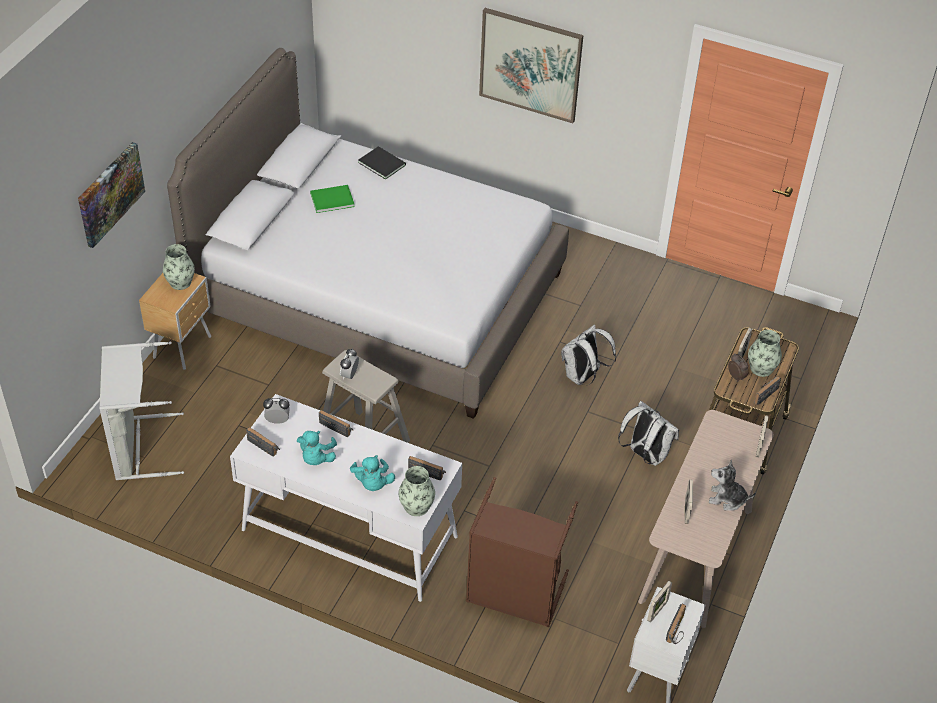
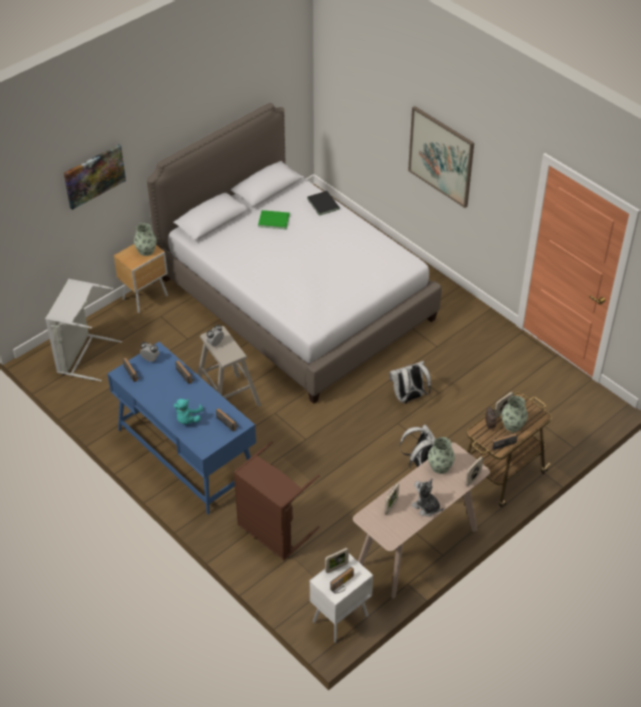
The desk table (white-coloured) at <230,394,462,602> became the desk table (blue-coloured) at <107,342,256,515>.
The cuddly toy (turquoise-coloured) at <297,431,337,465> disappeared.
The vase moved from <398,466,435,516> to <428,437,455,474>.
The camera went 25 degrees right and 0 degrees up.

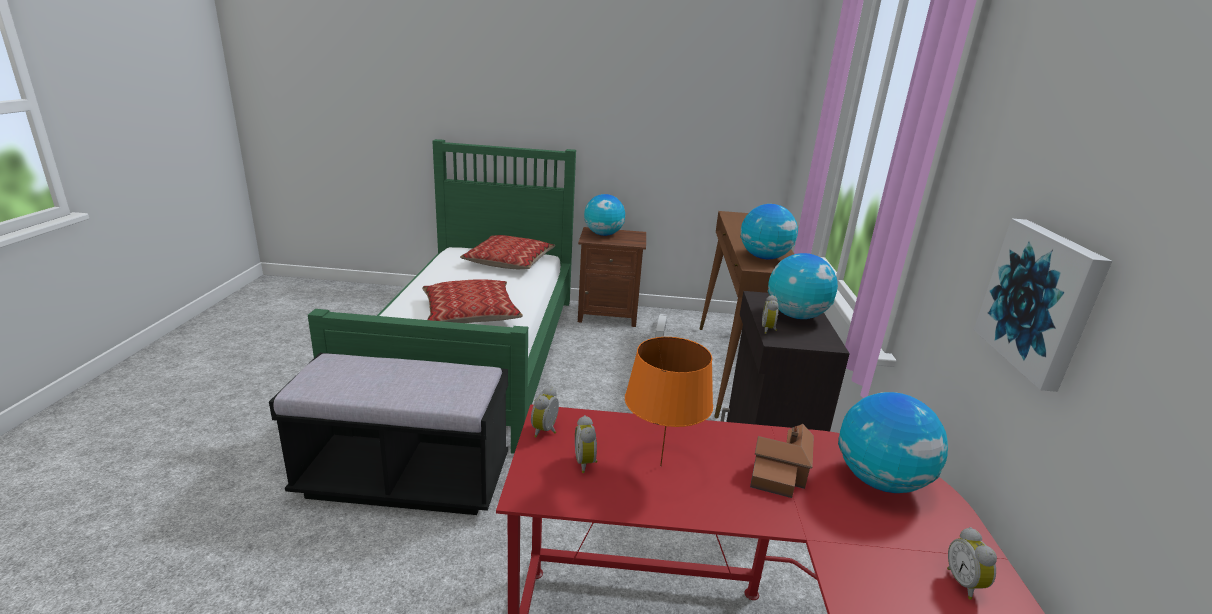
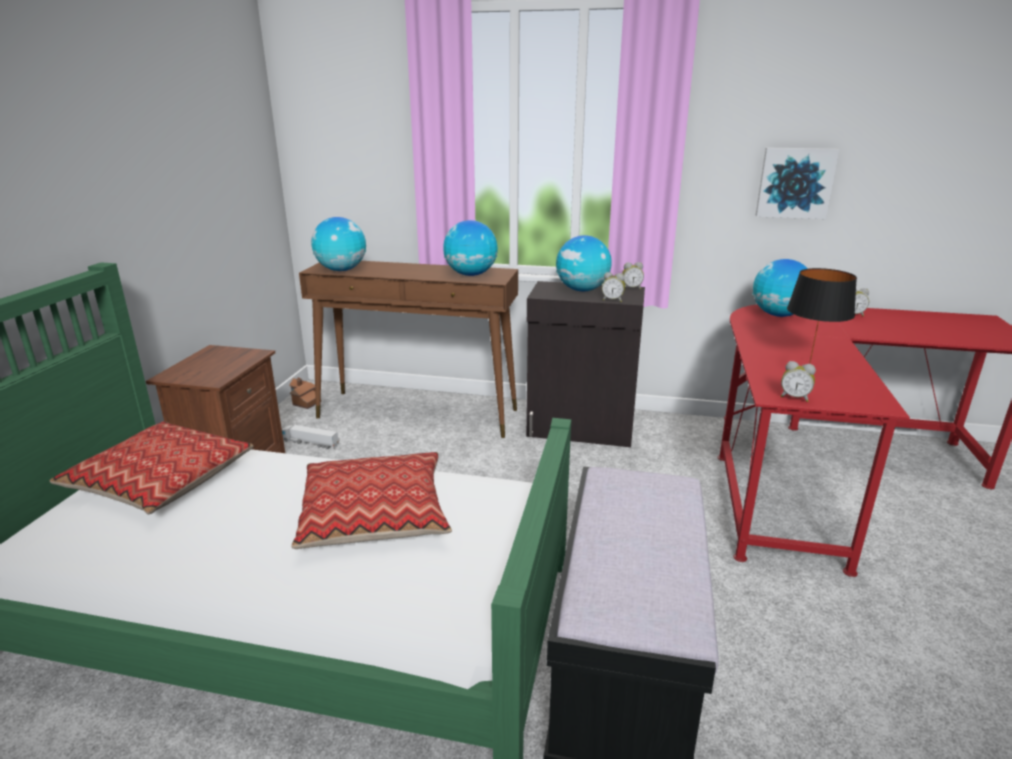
The bedside clock moved from <575,415,598,473> to <622,262,644,289>.
The globe moved from <584,194,625,236> to <311,217,366,271>.
The lamp for a table (orange-coloured) at <625,337,713,466> became the lamp for a table (black) at <787,268,857,364>.
The model house moved from <750,424,814,498> to <289,377,316,409>.
The camera went 80 degrees left and 0 degrees up.

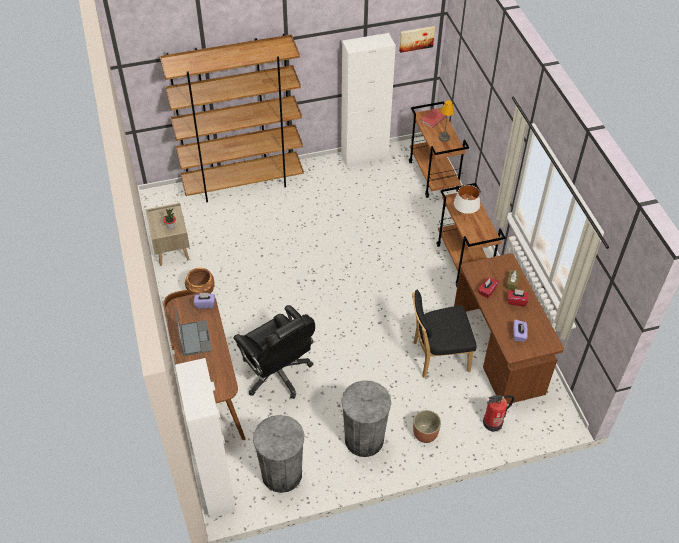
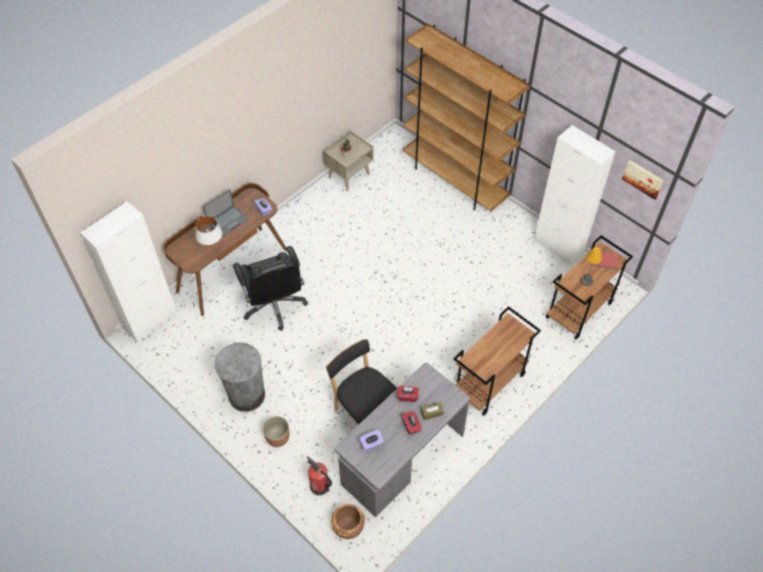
The flower pot (brown) moved from <185,268,215,295> to <331,504,365,539>.
The office chair (black) at <233,305,315,399> turned 45 degrees counterclockwise.
The waste bin (greyish) at <253,415,304,493> disappeared.
The lamp for a table (white-coloured) moved from <454,185,480,220> to <195,216,222,249>.
The desk table (brown) at <454,253,564,404> became the desk table (greyish) at <335,363,470,517>.
The camera went 60 degrees right and 5 degrees up.

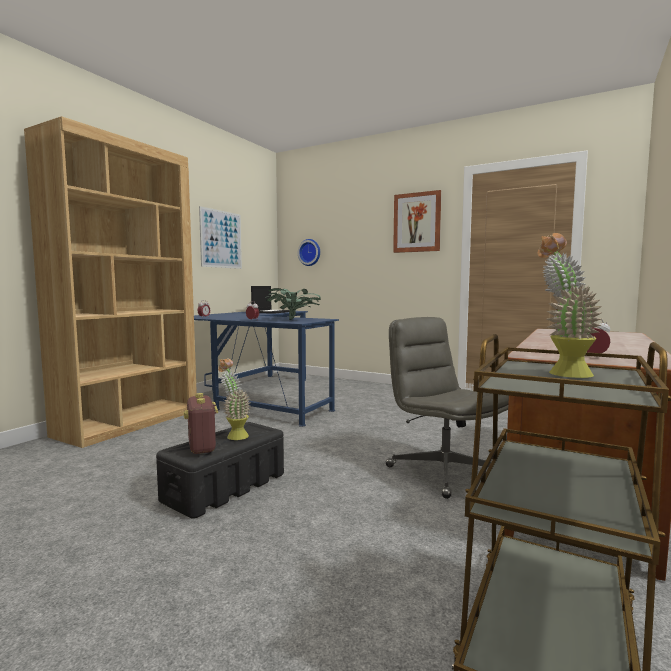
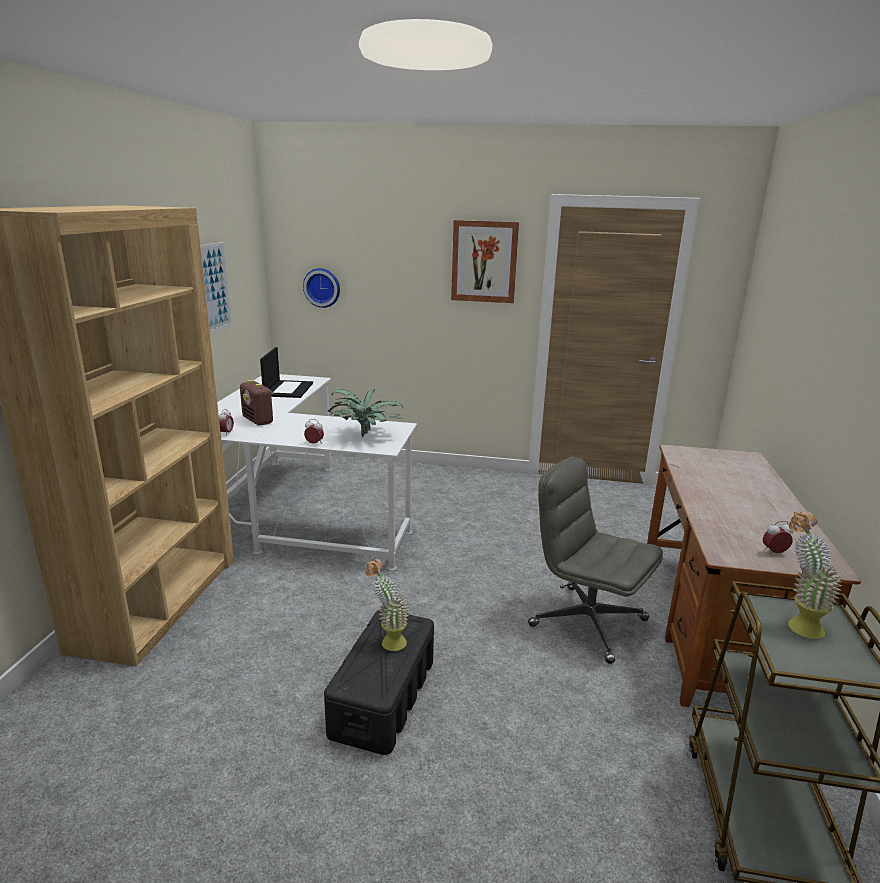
The radio moved from <184,393,218,454> to <240,380,273,426>.
The desk table (blue-coloured) at <194,311,339,427> became the desk table (white-coloured) at <217,374,417,571>.
The camera went 20 degrees left and 15 degrees up.

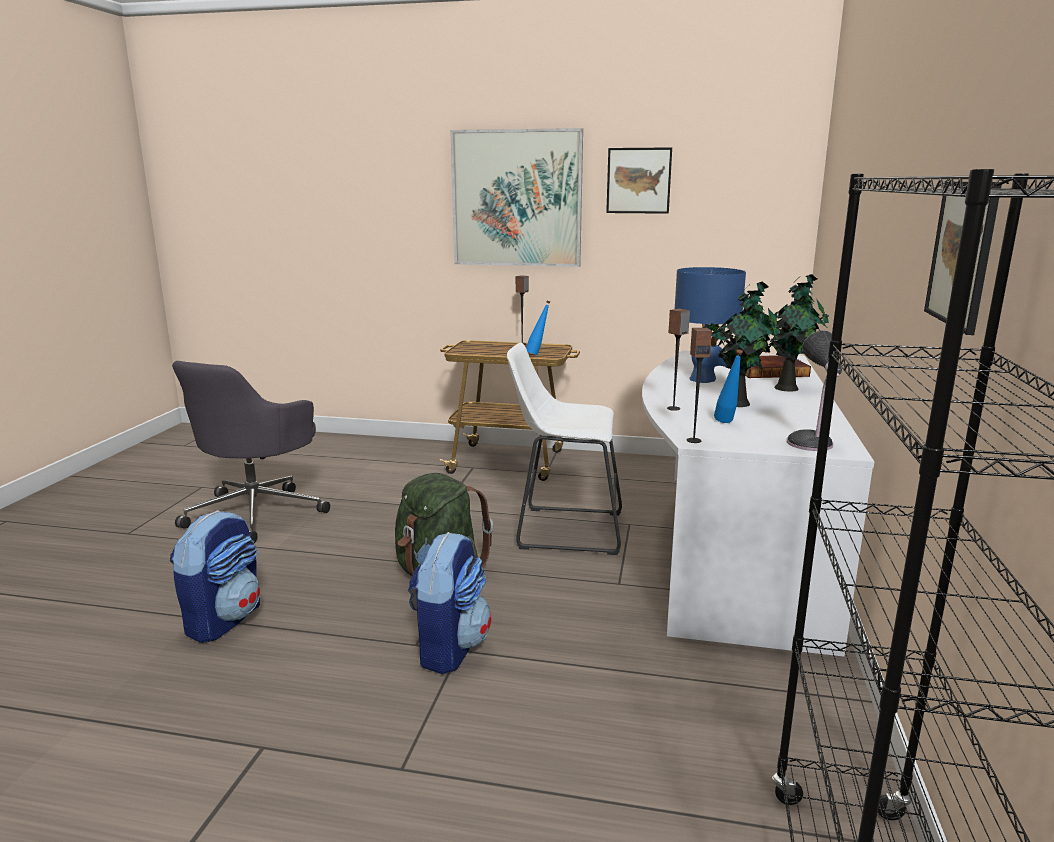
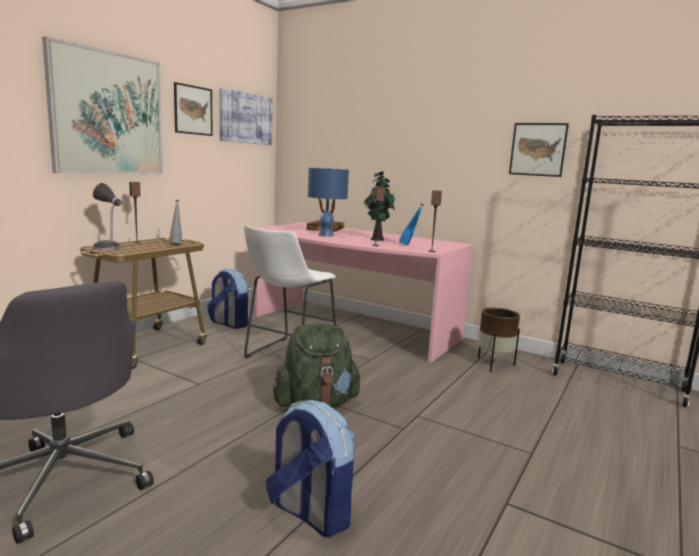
The knapsack moved from <407,532,491,674> to <207,269,249,329>.
The drink bottle (blue-coloured) at <526,301,550,355> became the drink bottle (greyish) at <170,200,182,245>.
The desk table (white-coloured) at <642,351,874,657> became the desk table (pinkish) at <255,222,473,363>.
The houseplant at <765,274,829,392> disappeared.
The lamp for a table moved from <787,330,842,451> to <93,183,122,249>.
The picture at <220,88,272,145> appeared.
The flower pot (brown) at <478,308,520,372> appeared.
The camera went 70 degrees left and 5 degrees down.

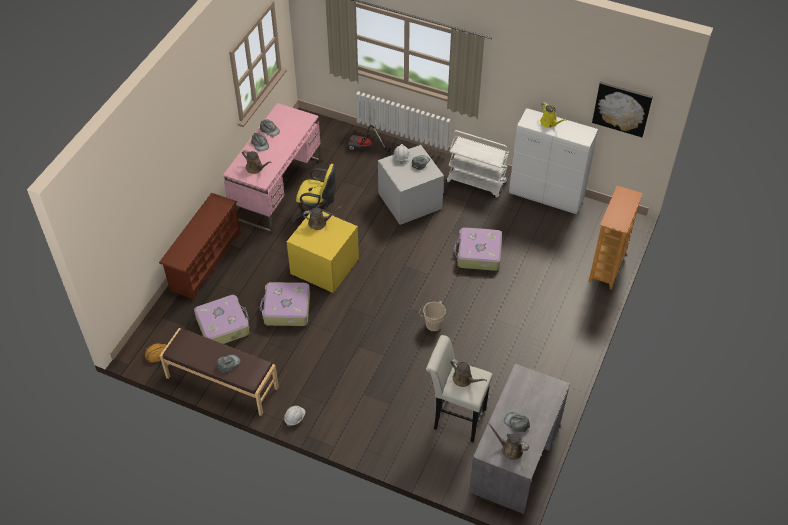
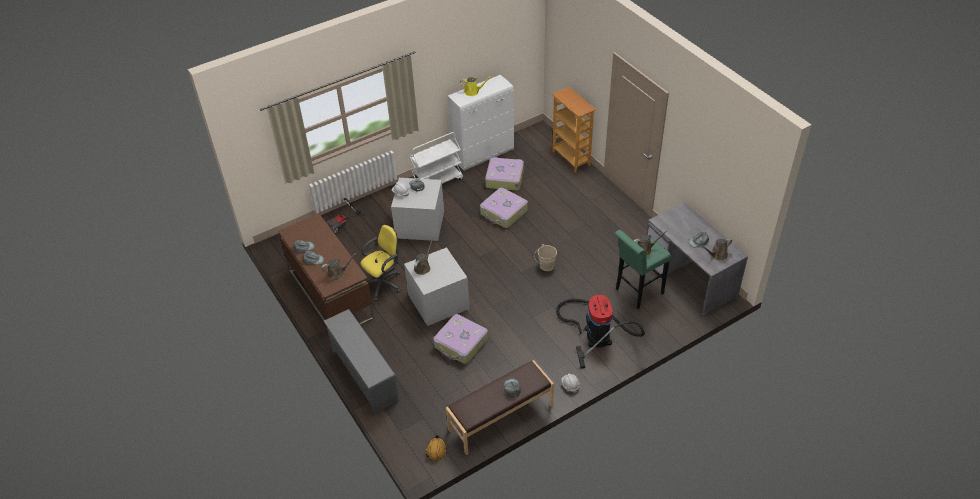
The shoe stand (brown) at <159,193,241,301> became the shoe stand (greyish) at <323,309,399,414>.
The travel case moved from <194,295,250,344> to <485,157,524,191>.
The desk table (pinkish) at <223,103,321,233> became the desk table (brown) at <278,214,375,327>.
The storage bin (yellow-coloured) at <287,211,359,293> became the storage bin (greyish) at <404,247,470,326>.
The stool seat (white-coloured) at <426,335,493,442> became the stool seat (greenish) at <615,230,672,309>.
The picture at <592,82,653,137> disappeared.
The vacuum at <556,295,645,368> appeared.
The camera went 55 degrees left and 5 degrees down.

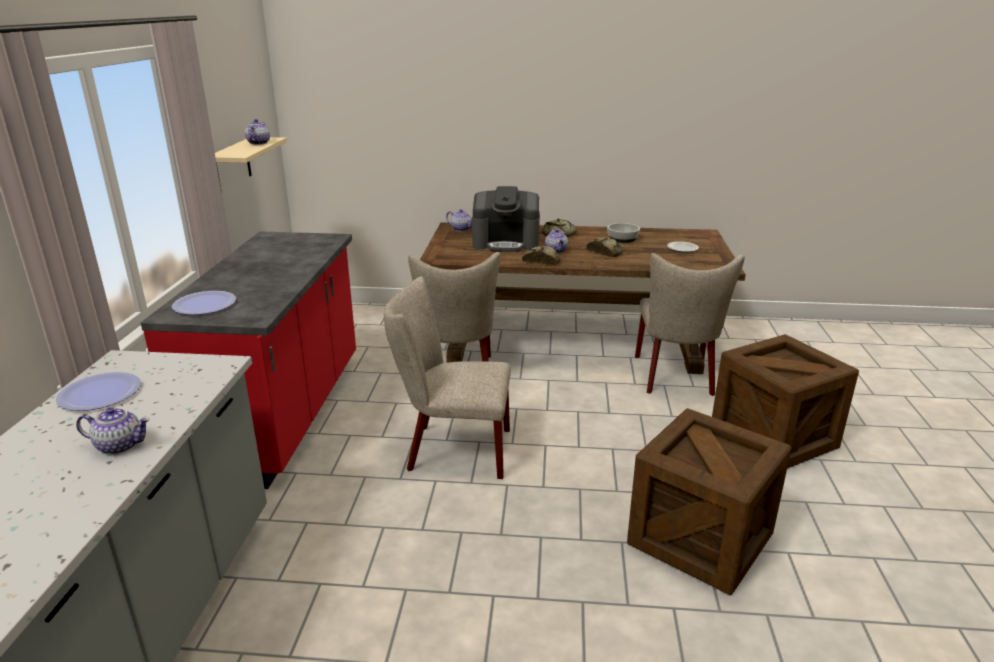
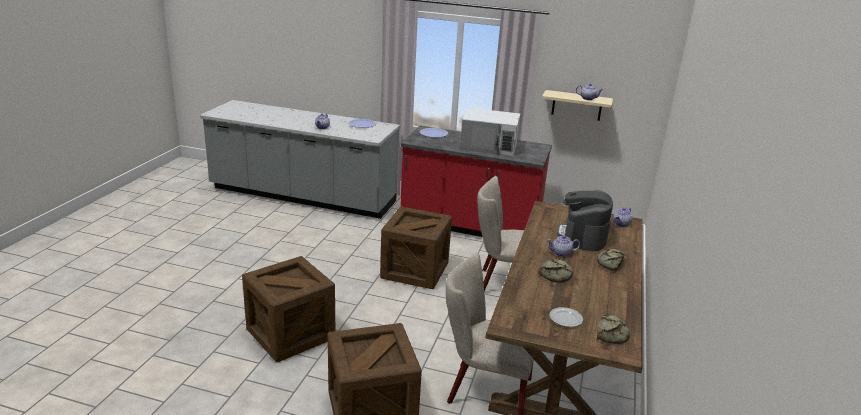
The plain chair (beige-coloured) at <384,276,511,479> was replaced by the crate at <380,207,452,289>.
The bread moved from <522,246,560,265> to <597,314,630,344>.
The bowl at <607,223,640,243> disappeared.
The kitchen microwave (white-coloured) at <460,108,520,156> appeared.
The camera went 100 degrees right and 0 degrees up.

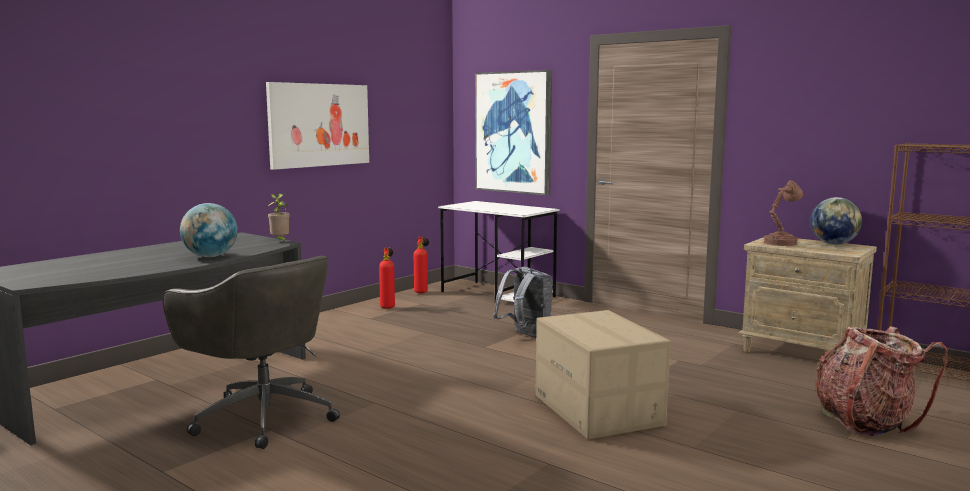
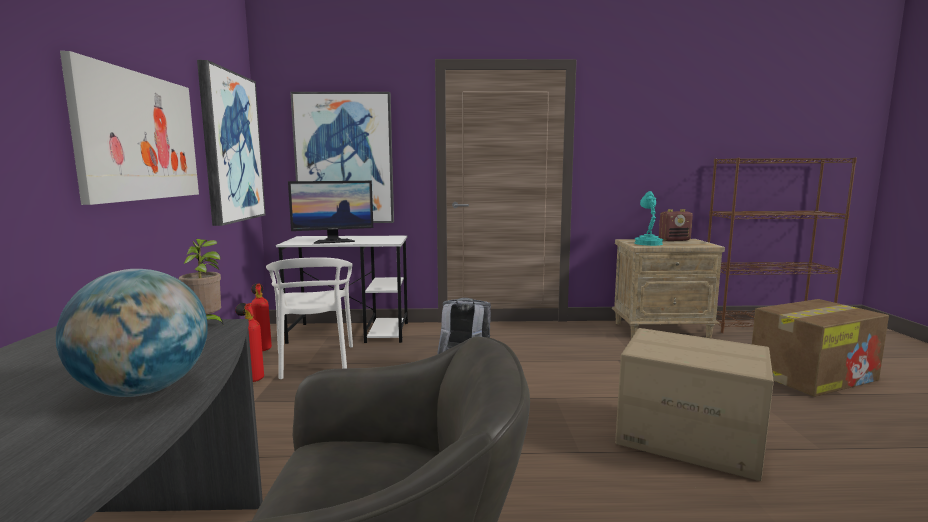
The lamp for a table (brown) at <763,180,803,246> became the lamp for a table (turquoise-coloured) at <635,191,663,246>.
The globe at <810,197,862,245> was replaced by the radio at <659,209,693,241>.
The knapsack at <816,326,948,436> was replaced by the cardboard box at <752,299,889,397>.
The picture at <197,60,265,226> appeared.
The plain chair (white-coloured) at <266,257,353,380> appeared.
The computer screen at <288,181,373,244> appeared.
The camera went 40 degrees left and 0 degrees up.

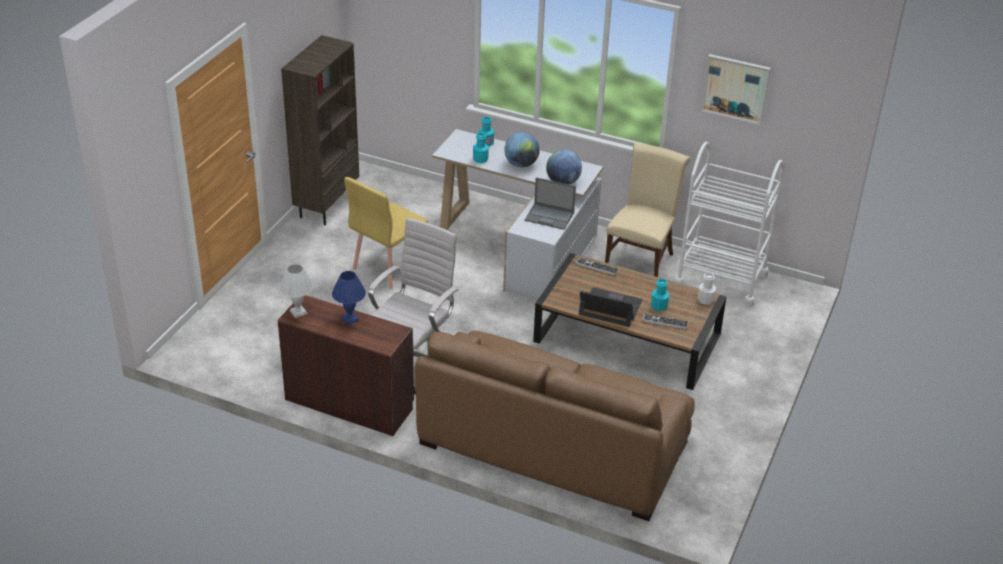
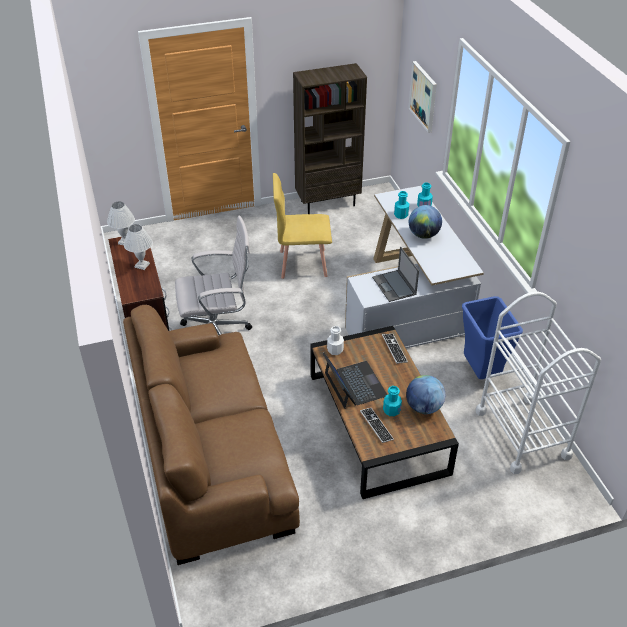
The lamp for a table (blue-coloured) at <332,271,366,325> became the lamp for a table (white-coloured) at <124,224,153,270>.
The globe moved from <546,150,582,185> to <406,375,445,414>.
The plain chair (beige-coloured) at <605,143,691,277> was replaced by the waste bin (blue-coloured) at <462,296,523,379>.
The drink bottle (white-coloured) moved from <698,273,716,305> to <327,326,344,355>.
The picture moved from <701,54,771,125> to <408,61,437,133>.
The camera went 50 degrees right and 5 degrees up.

